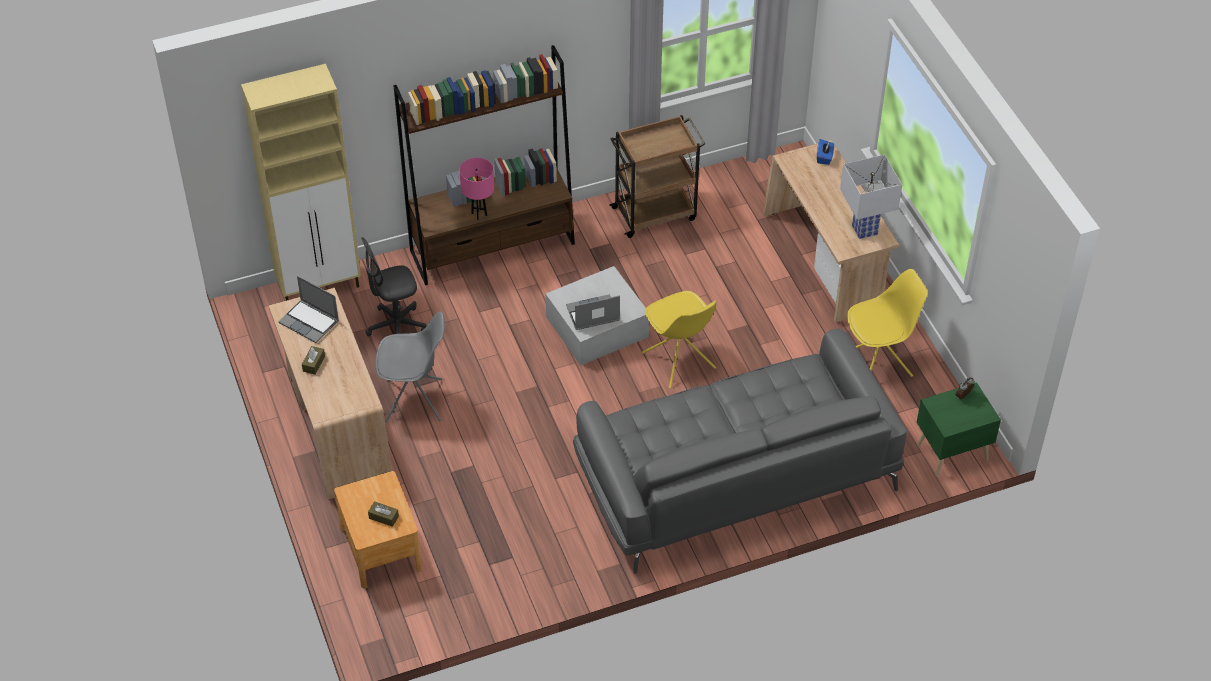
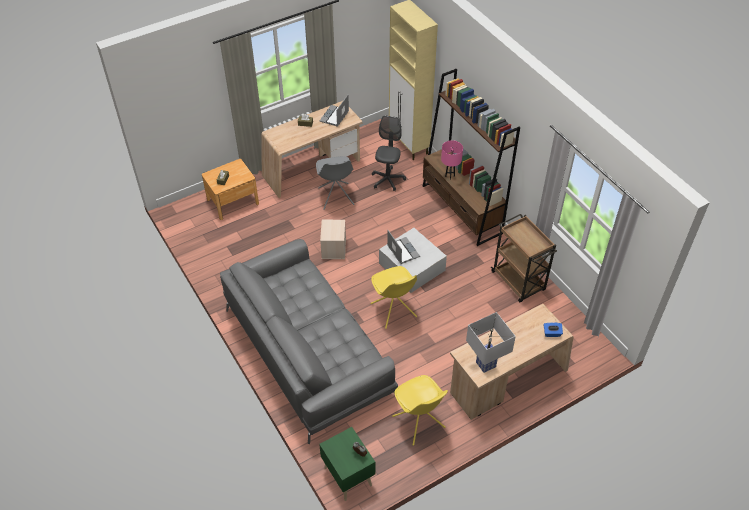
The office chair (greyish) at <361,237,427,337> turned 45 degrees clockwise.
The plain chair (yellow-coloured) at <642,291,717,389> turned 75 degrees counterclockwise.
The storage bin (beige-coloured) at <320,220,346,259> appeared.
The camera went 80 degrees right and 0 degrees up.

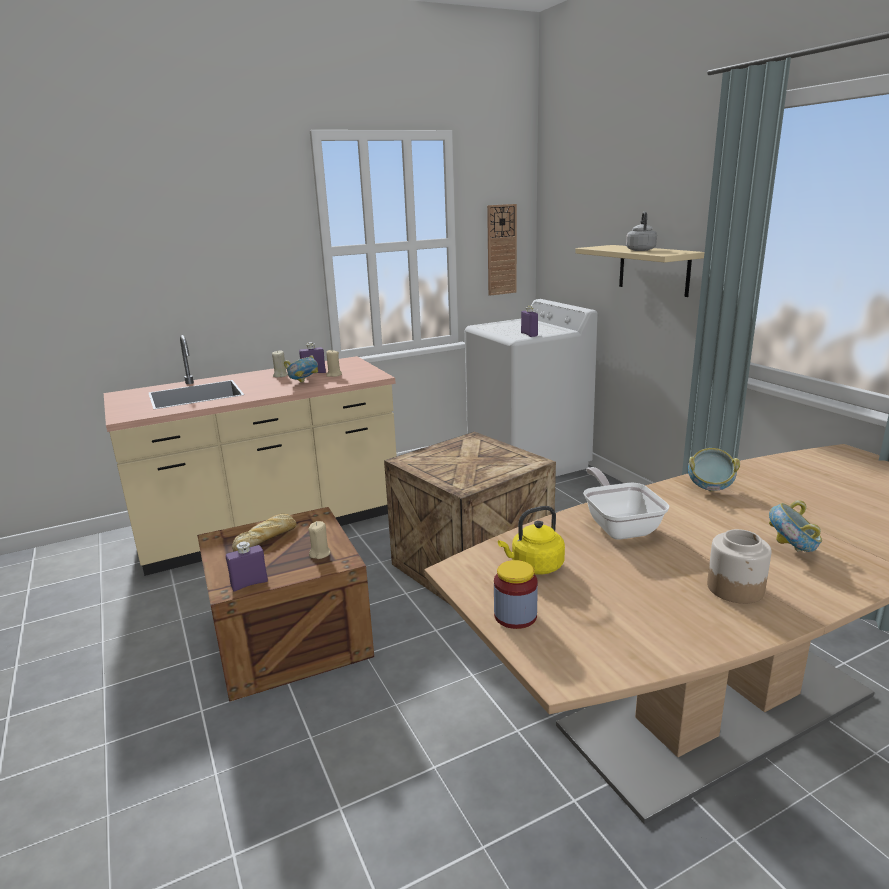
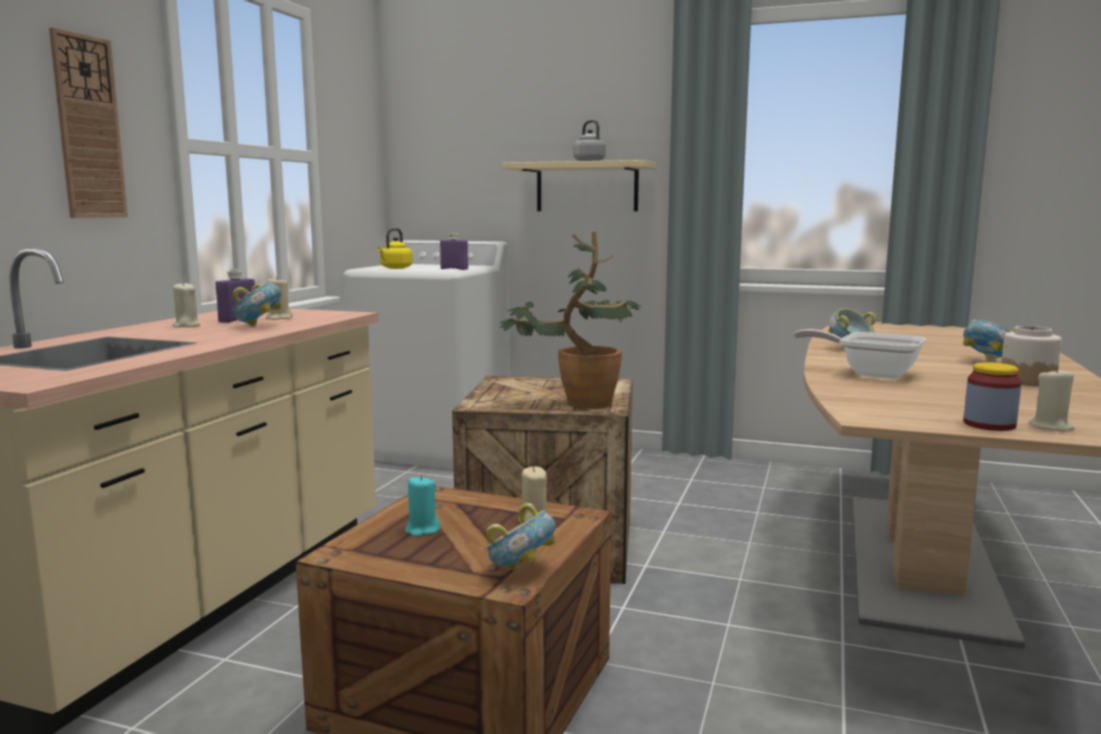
The drink bottle (purple) at <226,542,268,592> was replaced by the bowl at <486,503,556,570>.
The bread at <232,514,296,551> was replaced by the candle (turquoise-coloured) at <405,475,441,537>.
The wall clock moved from <487,204,517,296> to <49,27,128,218>.
The water kettle (yellow-coloured) moved from <498,506,565,575> to <377,228,413,269>.
The houseplant at <500,232,641,409> appeared.
The candle (beige-coloured) at <1029,368,1075,432> appeared.
The camera went 45 degrees left and 10 degrees down.

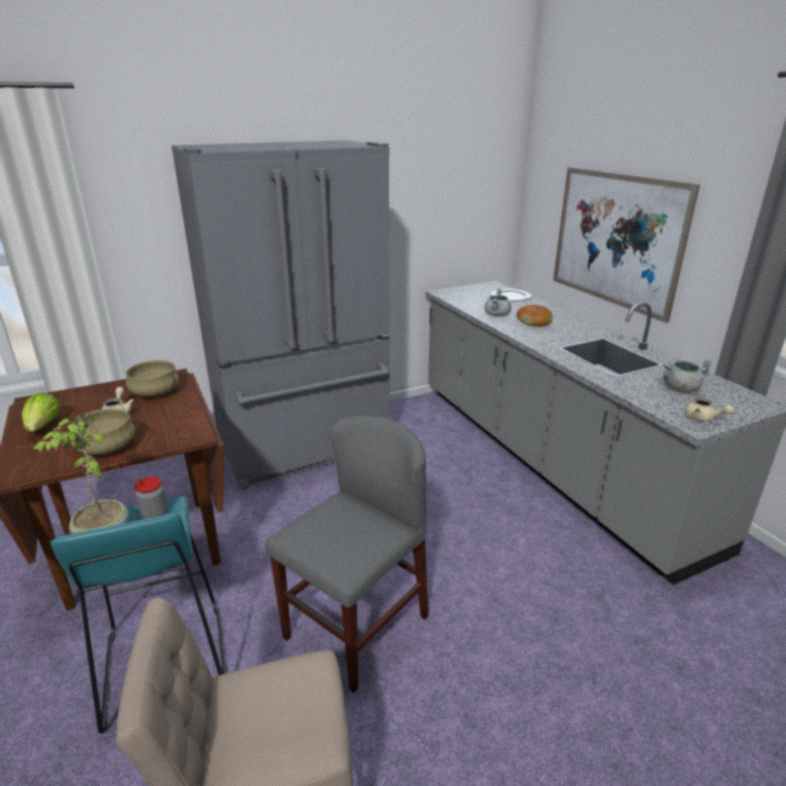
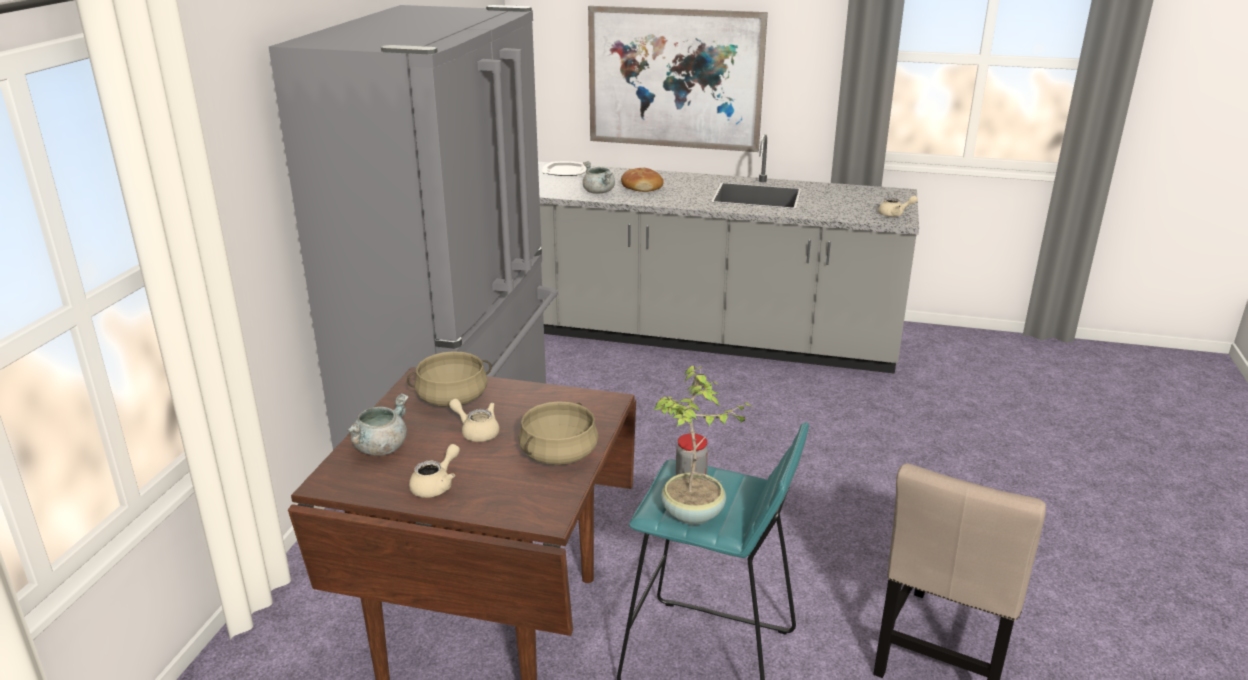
The lettuce at <22,392,60,432> was replaced by the teapot (beige-coloured) at <409,444,460,498>.
The plain chair (greyish) at <265,415,429,693> disappeared.
The stockpot (greyish) moved from <663,360,714,392> to <347,393,408,456>.
The camera went 50 degrees left and 0 degrees up.

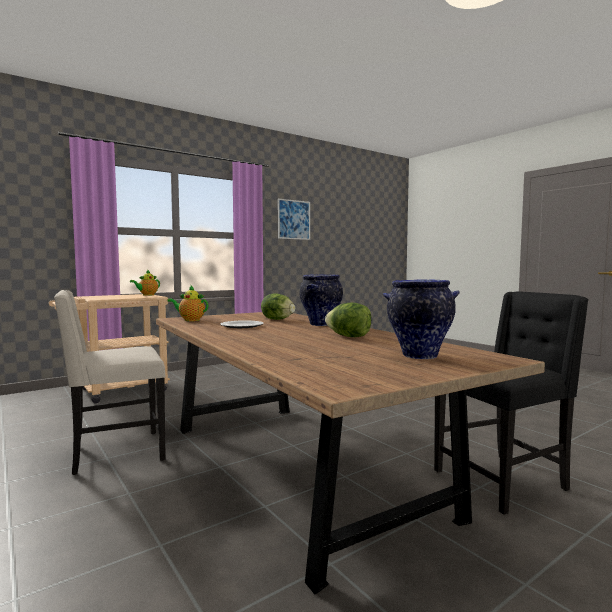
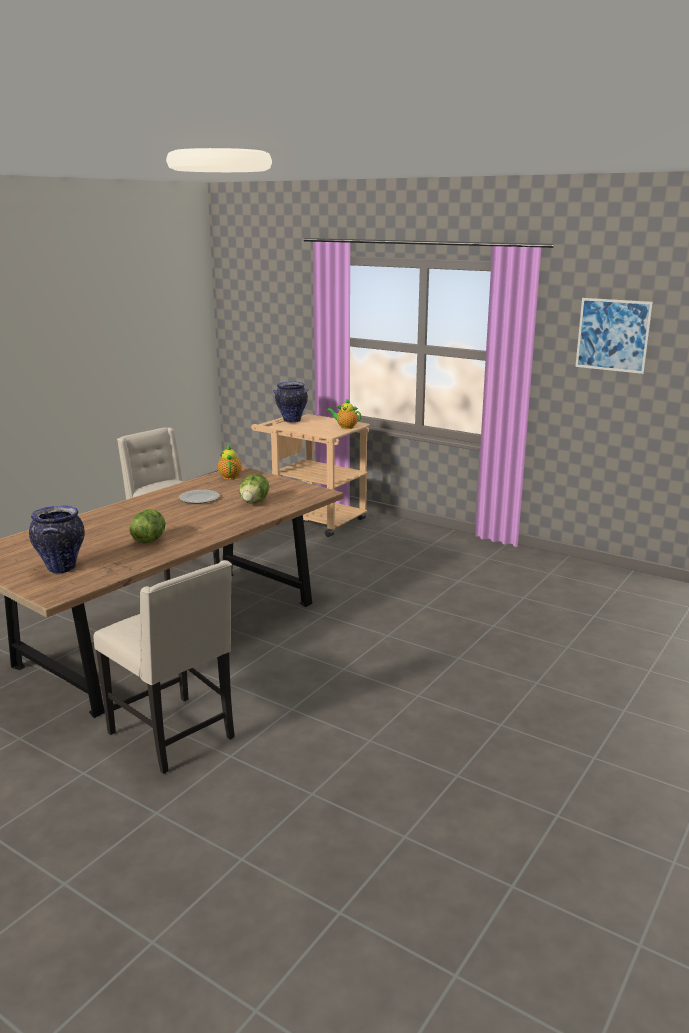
The vase moved from <299,274,343,326> to <273,381,309,423>.
The plain chair (black) at <434,291,589,515> became the plain chair (beige-coloured) at <94,560,235,774>.
The camera went 70 degrees right and 15 degrees up.

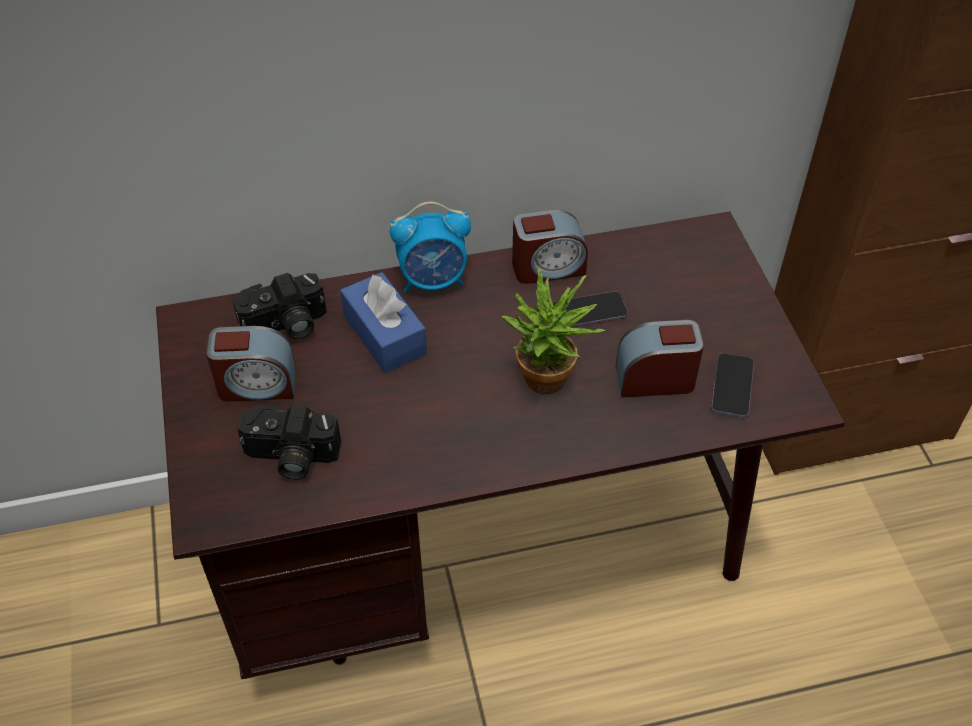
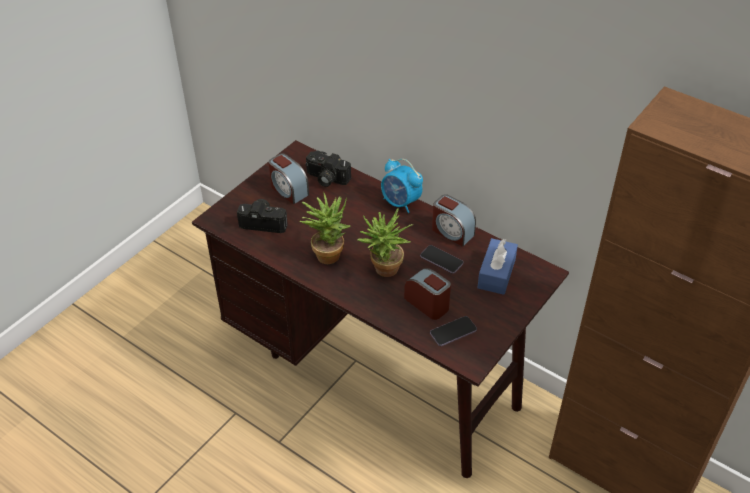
The photo camera at <237,405,341,480> turned 135 degrees clockwise.
The box of tissues (blue-coloured) moved from <340,272,427,373> to <477,238,518,295>.
The houseplant at <299,191,350,264> appeared.
The camera went 50 degrees right and 5 degrees down.

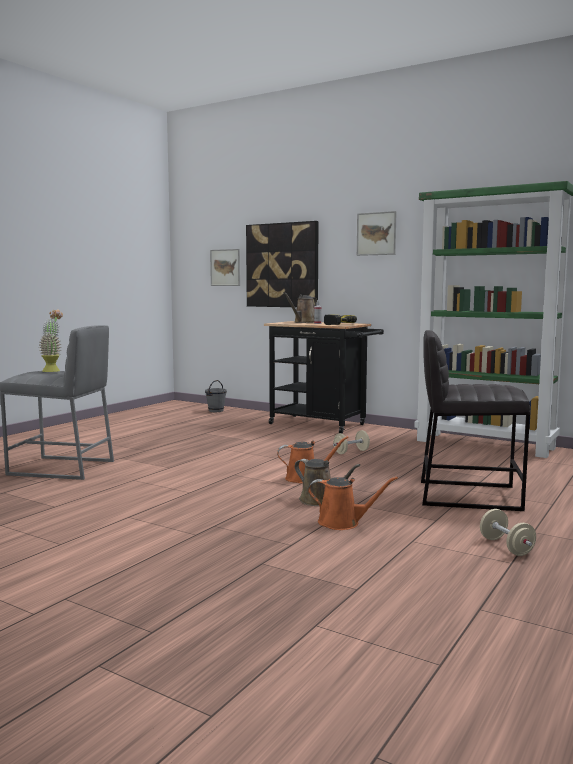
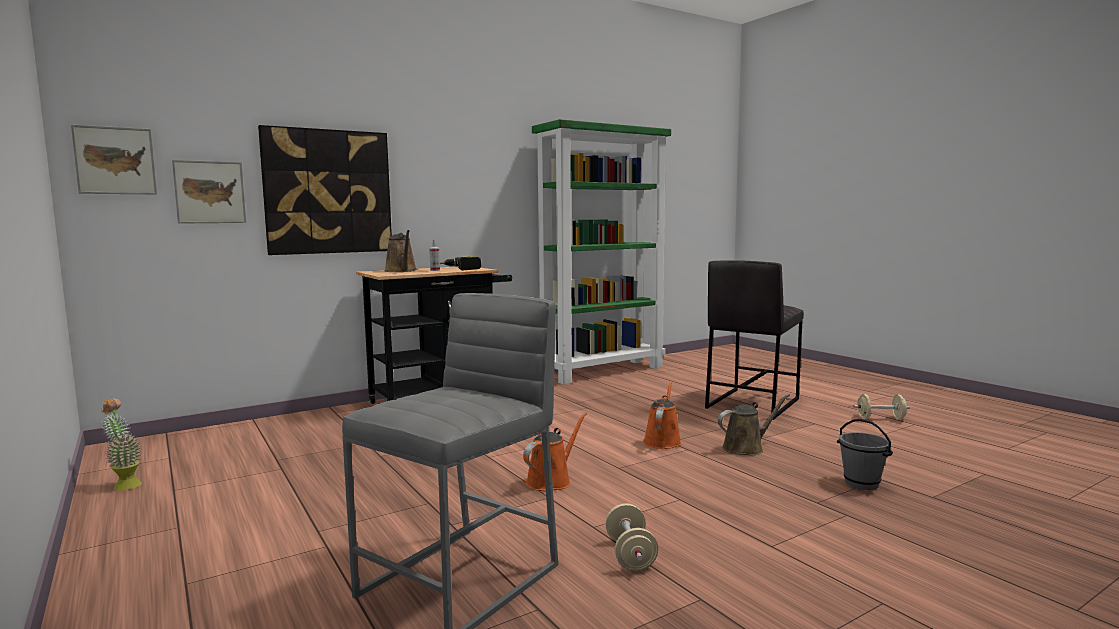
The houseplant moved from <39,309,63,372> to <100,399,142,491>.
The bucket (greyish) moved from <205,380,227,412> to <837,419,893,490>.
The watering can (orange-coloured) moved from <308,476,398,530> to <523,412,587,491>.
The dumbbell (beige-coloured) moved from <333,430,370,454> to <605,503,658,571>.
The picture moved from <357,211,397,256> to <71,125,157,194>.
The camera went 65 degrees left and 0 degrees up.

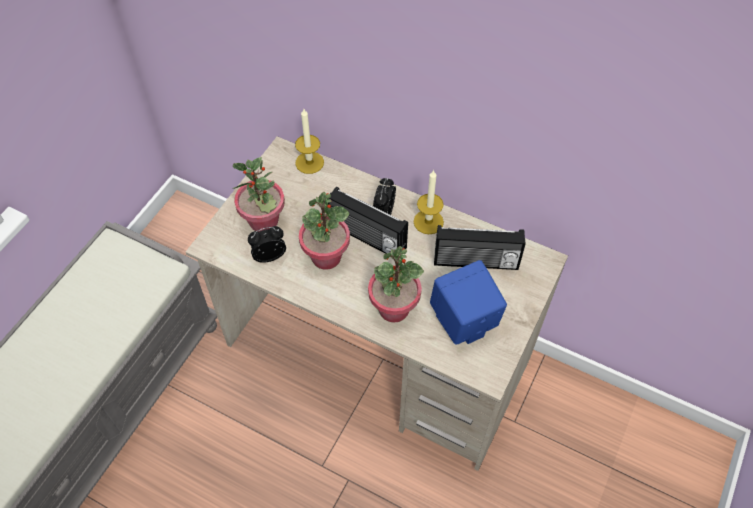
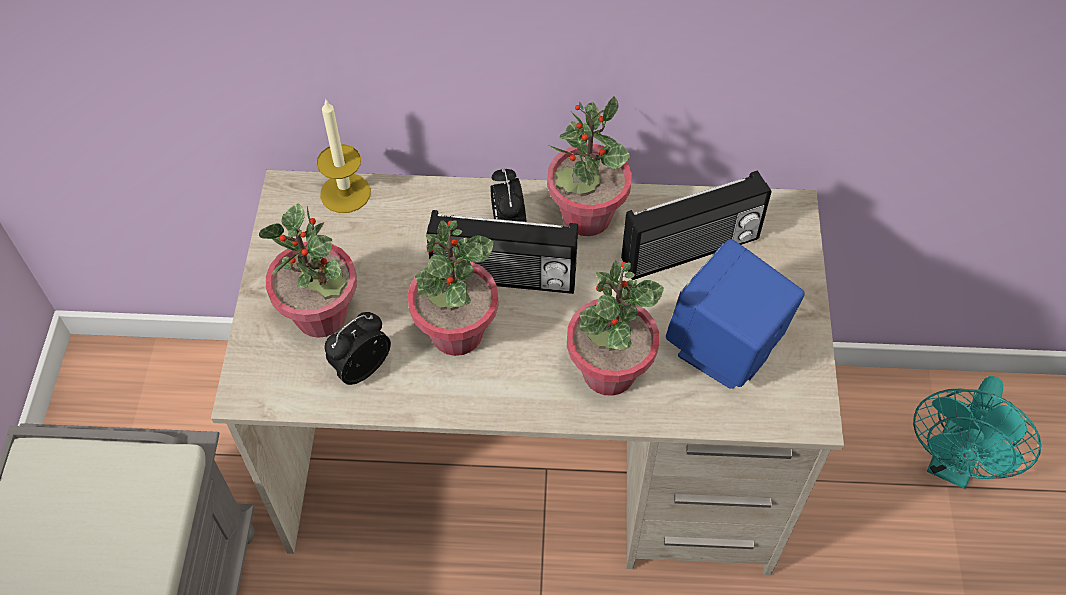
The candle at <414,170,444,234> was replaced by the houseplant at <547,96,632,236>.
The fan (turquoise-coloured) at <913,376,1041,489> appeared.
The camera went 25 degrees left and 0 degrees up.

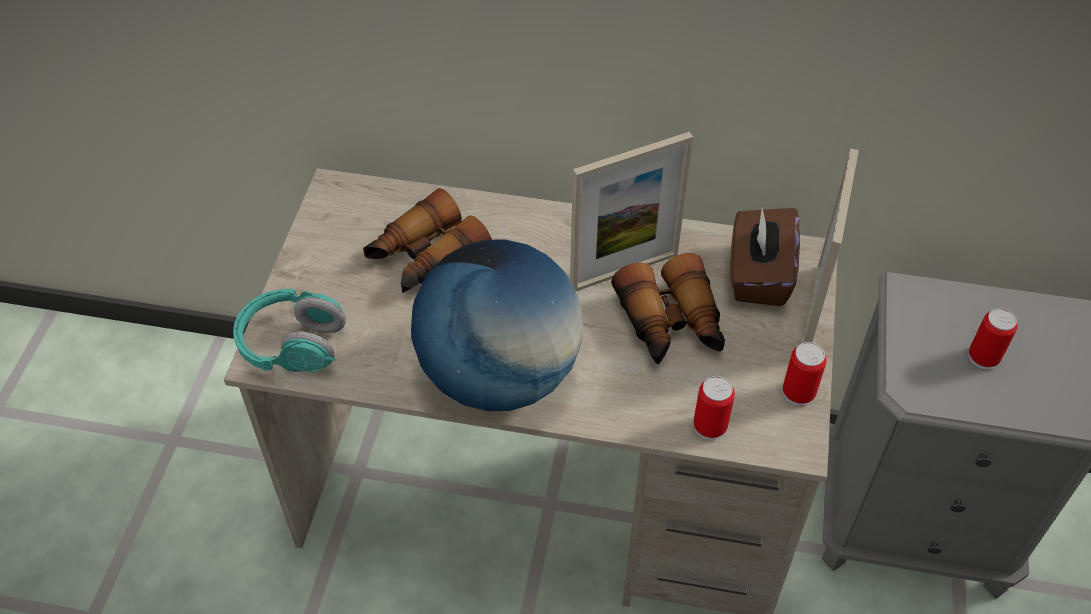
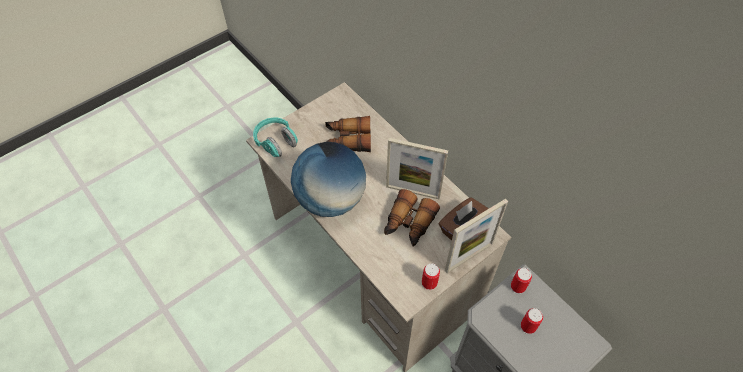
The can moved from <693,376,735,440> to <511,268,532,294>.
The camera went 40 degrees right and 5 degrees up.

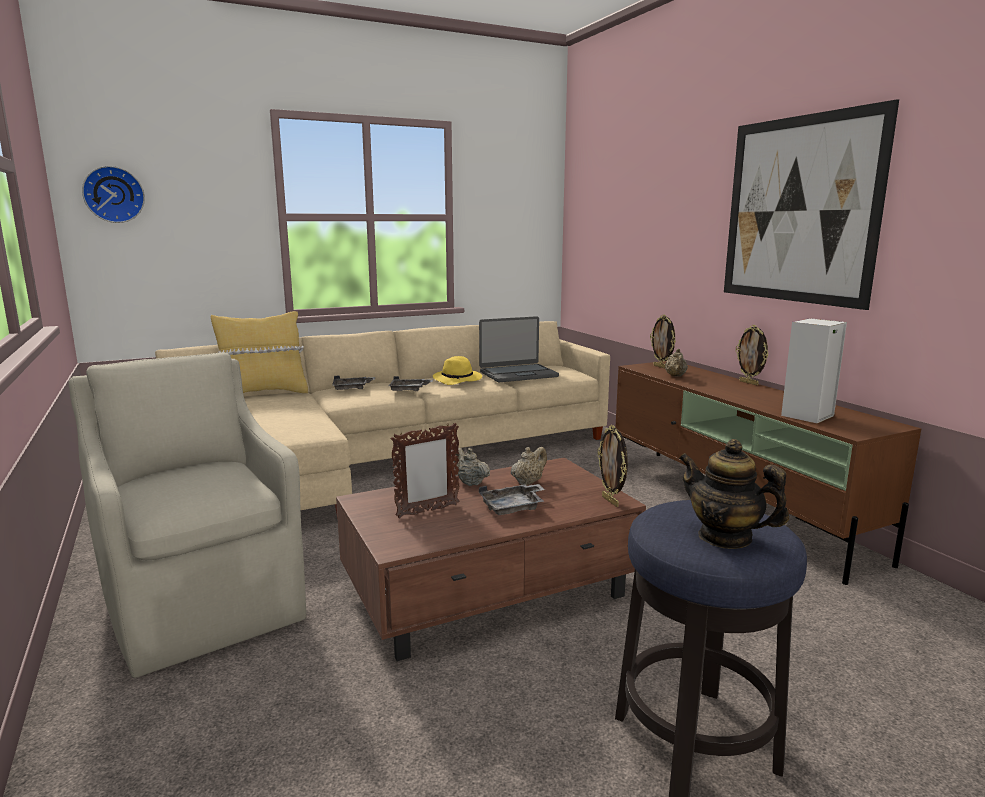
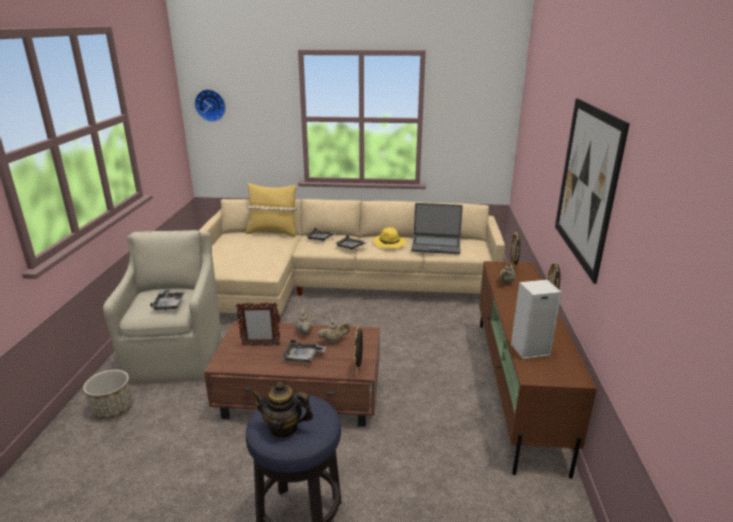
The teapot at <679,439,789,549> turned 60 degrees counterclockwise.
The flower pot at <83,370,132,419> appeared.
The serving tray (greyish) at <150,289,185,311> appeared.
The camera went 30 degrees right and 10 degrees up.

